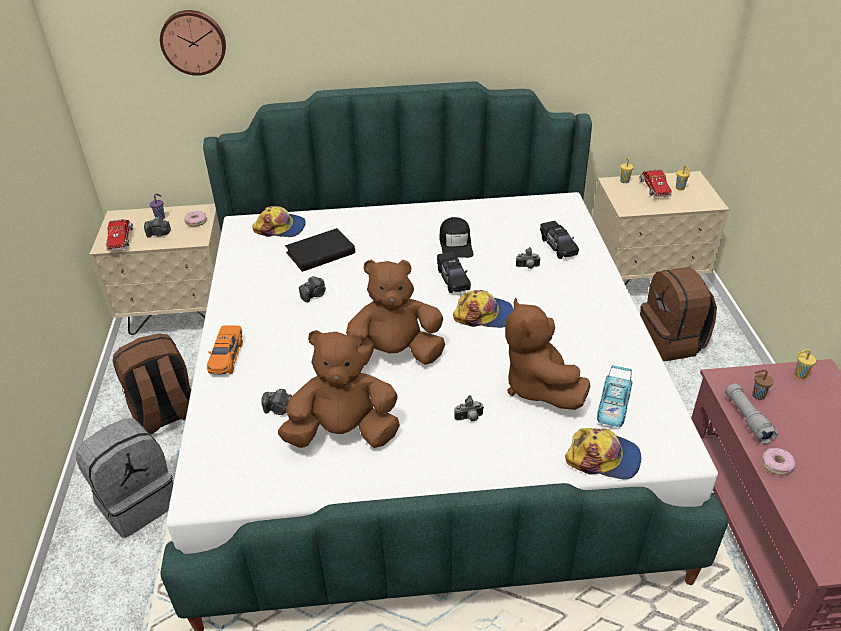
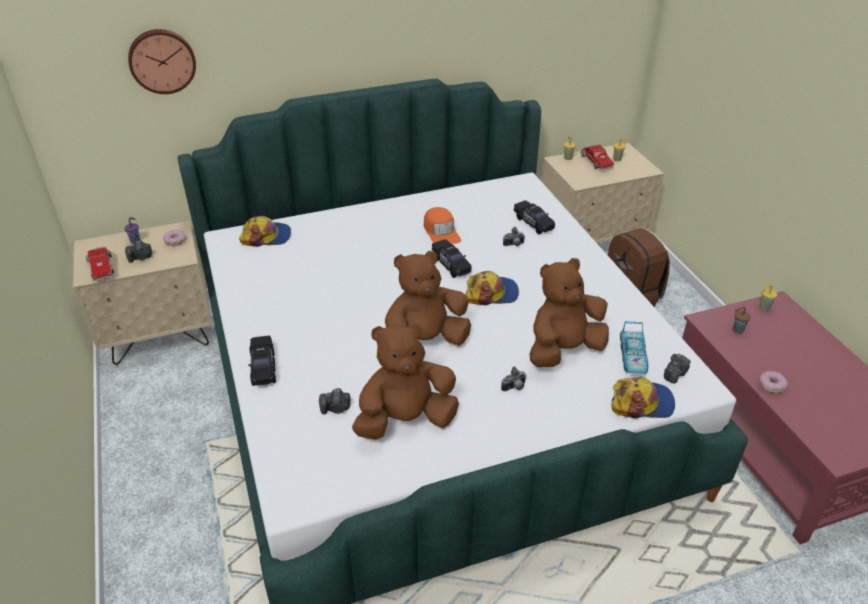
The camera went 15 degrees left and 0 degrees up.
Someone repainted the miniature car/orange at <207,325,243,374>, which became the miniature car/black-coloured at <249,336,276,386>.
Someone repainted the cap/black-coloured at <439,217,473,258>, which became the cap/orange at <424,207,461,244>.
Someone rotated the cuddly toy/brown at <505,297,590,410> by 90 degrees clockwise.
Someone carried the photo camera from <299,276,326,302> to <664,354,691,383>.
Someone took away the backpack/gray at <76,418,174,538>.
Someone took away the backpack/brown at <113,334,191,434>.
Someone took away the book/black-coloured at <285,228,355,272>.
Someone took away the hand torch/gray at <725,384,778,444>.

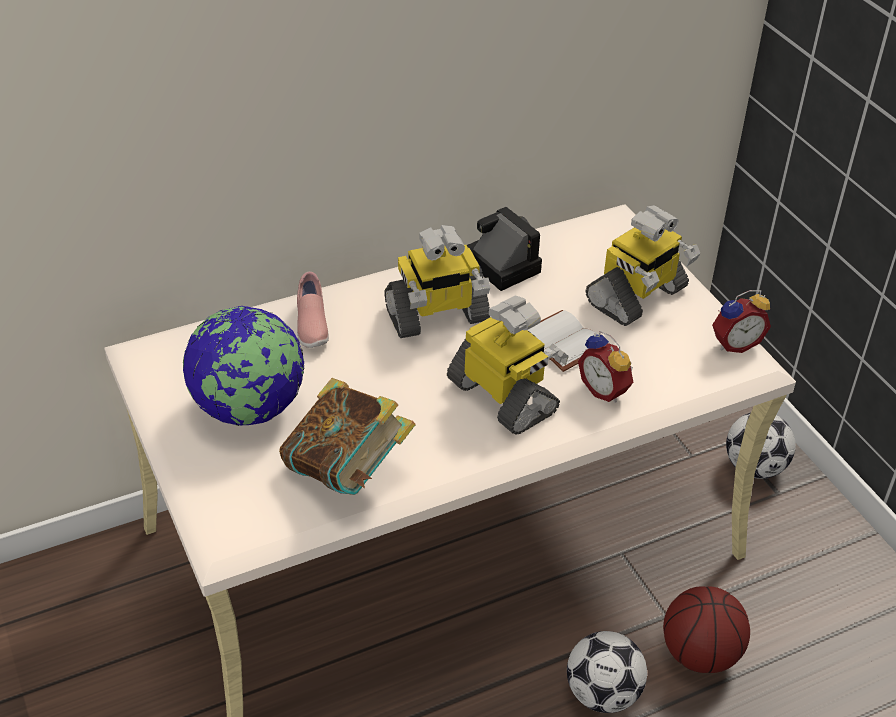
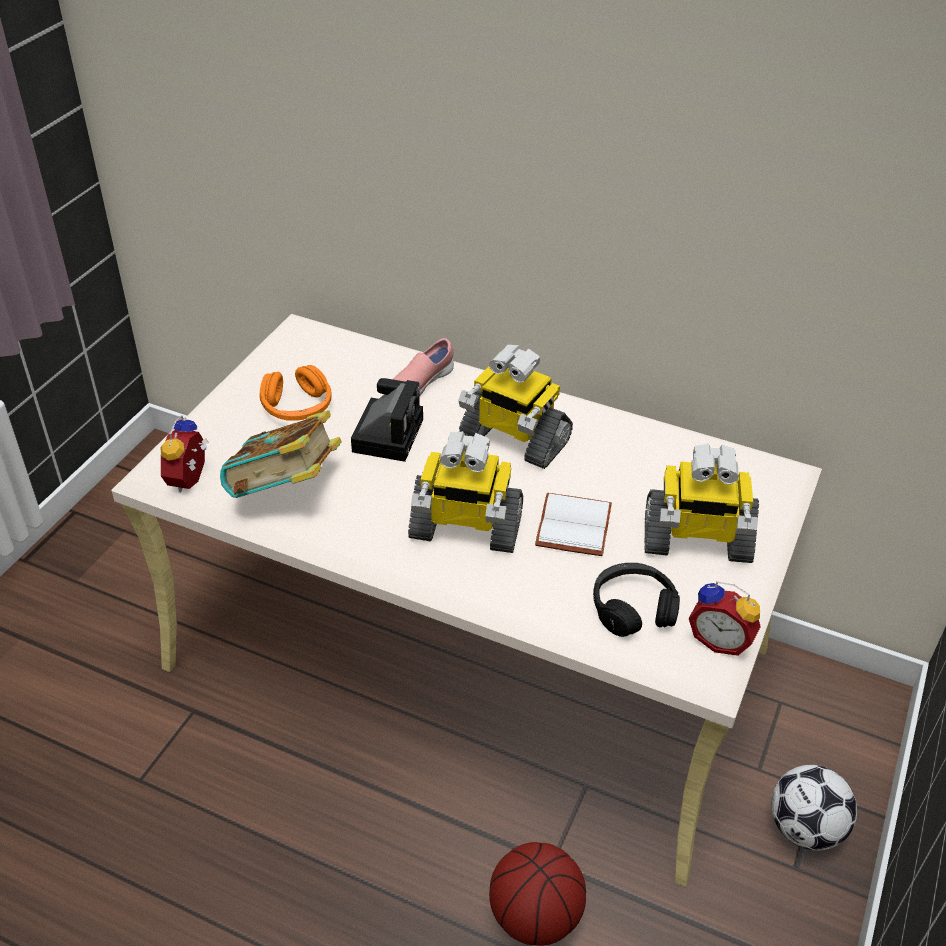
The camera went 50 degrees right and 0 degrees up.
Someone carried the alarm clock from <578,331,634,403> to <160,415,208,493>.
Someone swapped the world globe at <183,306,304,426> for the headset/orange at <260,365,332,421>.
Someone carried the photo camera from <467,207,542,291> to <351,378,423,462>.
Someone rotated the robot figure at <447,296,569,435> by 90 degrees clockwise.
Someone put down the headset/black-coloured at <593,563,680,637>.
Someone took away the ball for football at <567,631,647,713>.

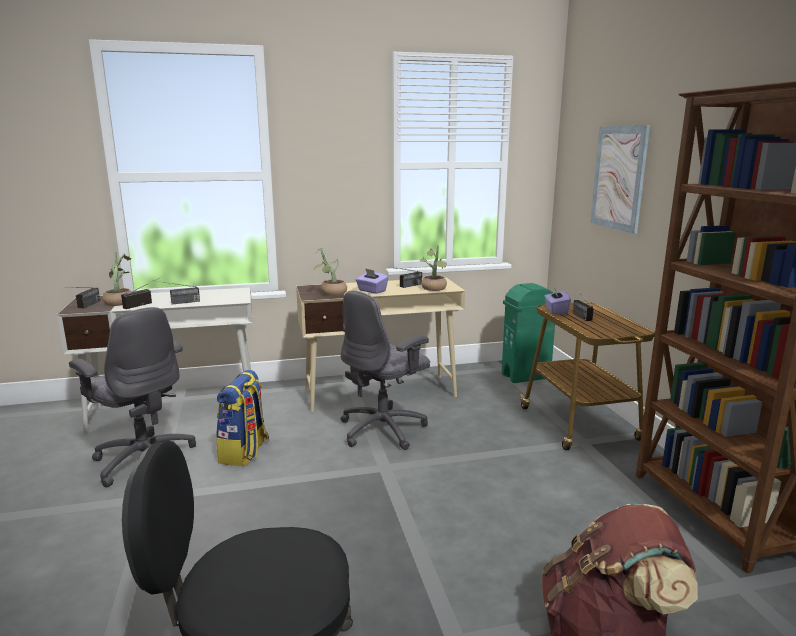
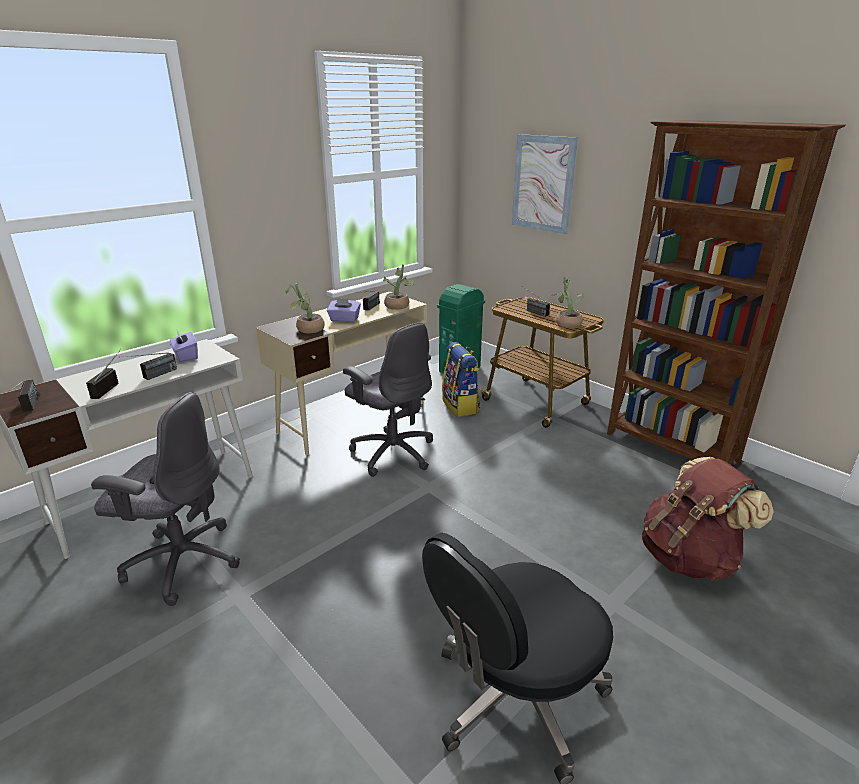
The camera went 30 degrees left and 10 degrees up.
Someone carried the tissue holder/purplish from <544,287,571,314> to <170,329,198,362>.
Someone rotated the computer chair/gray at <340,290,430,450> by 60 degrees counterclockwise.
Someone carried the backpack from <216,370,269,466> to <442,342,480,417>.
Someone carried the potted plant from <103,252,131,306> to <556,277,584,328>.

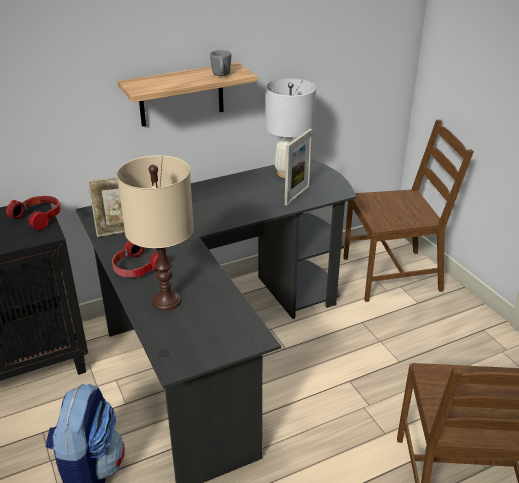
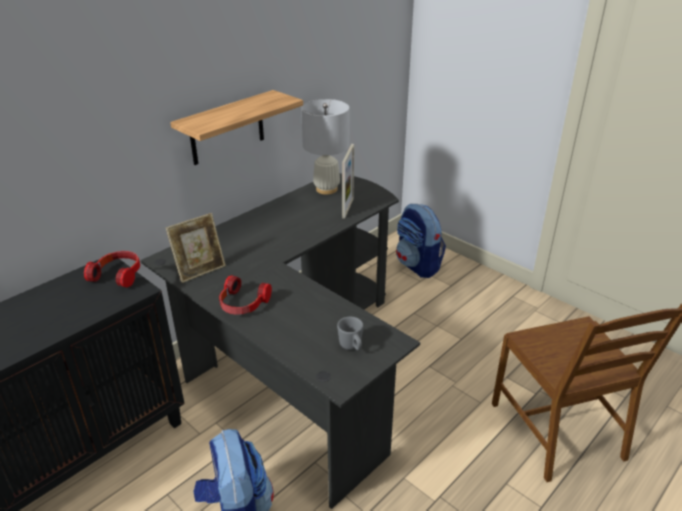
The camera went 20 degrees left and 0 degrees up.
Someone carried the tea mug/gray from <210,50,231,76> to <337,317,363,350>.
Someone swapped the upright chair/brown at <343,120,474,302> for the backpack at <396,204,446,278>.
Someone took away the tabletop lamp/beige-coloured at <117,155,194,311>.

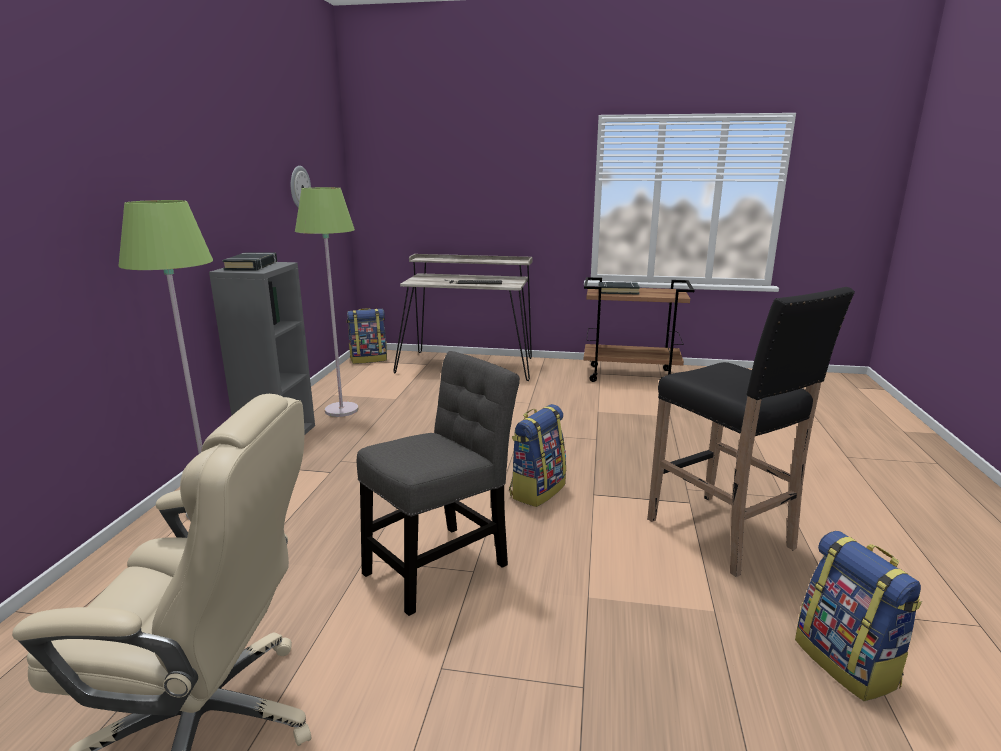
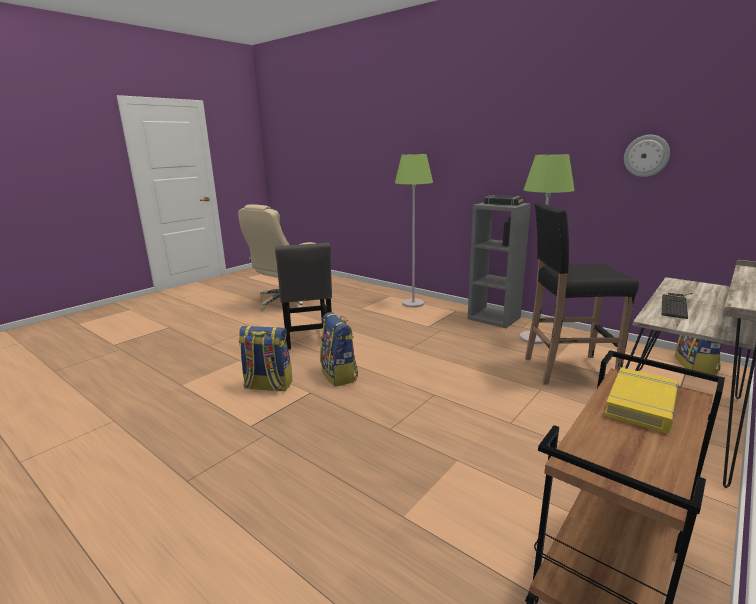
The camera went 120 degrees right and 0 degrees up.
Someone carried the backpack from <795,531,922,701> to <239,326,292,392>.
Someone carried the stool seat/black-coloured from <647,287,855,577> to <525,202,639,385>.
Someone repainted the book/black-coloured at <599,281,640,294>, which became the book/yellow-coloured at <604,367,679,433>.

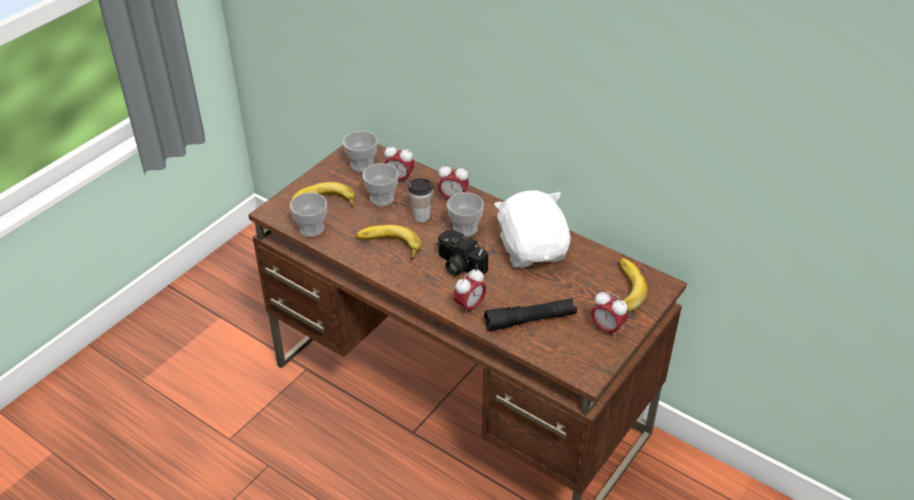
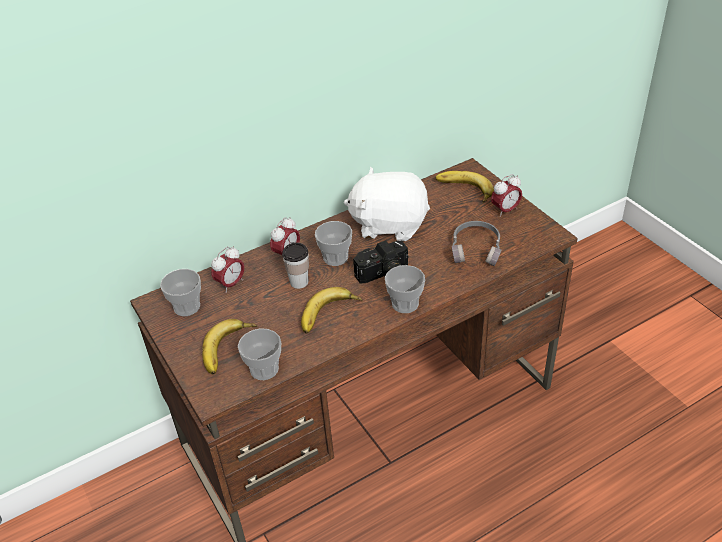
The camera went 65 degrees left and 0 degrees up.
Someone carried the cup from <363,163,398,206> to <385,265,425,313>.
Someone swapped the hand torch/black-coloured at <484,298,577,331> for the headset/gray at <452,221,501,266>.
Someone took away the alarm clock at <453,269,486,316>.

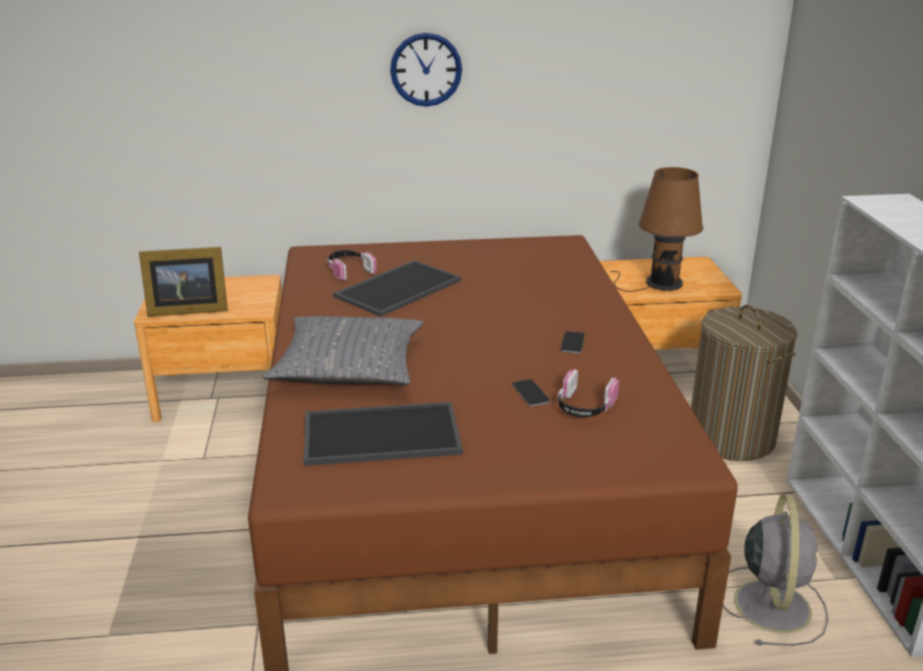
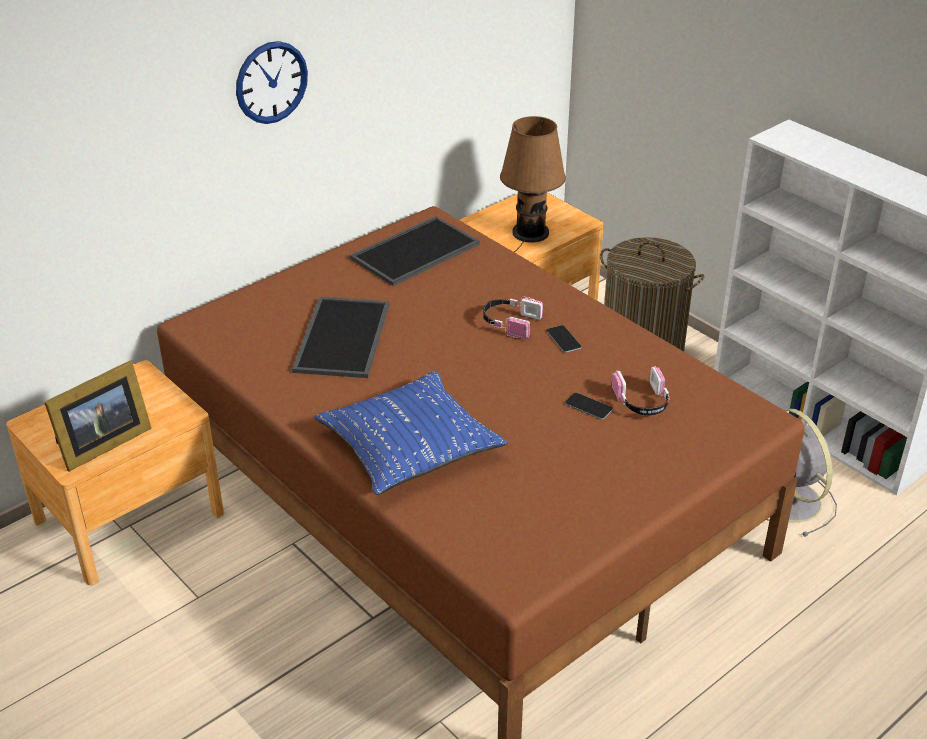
The camera went 35 degrees left and 10 degrees up.
Someone repainted the throw pillow/gray at <262,316,424,385>, which became the throw pillow/blue at <314,371,508,495>.
Someone carried the serving tray from <304,402,463,466> to <350,216,480,286>.
Someone carried the headset from <327,250,377,281> to <483,296,543,339>.

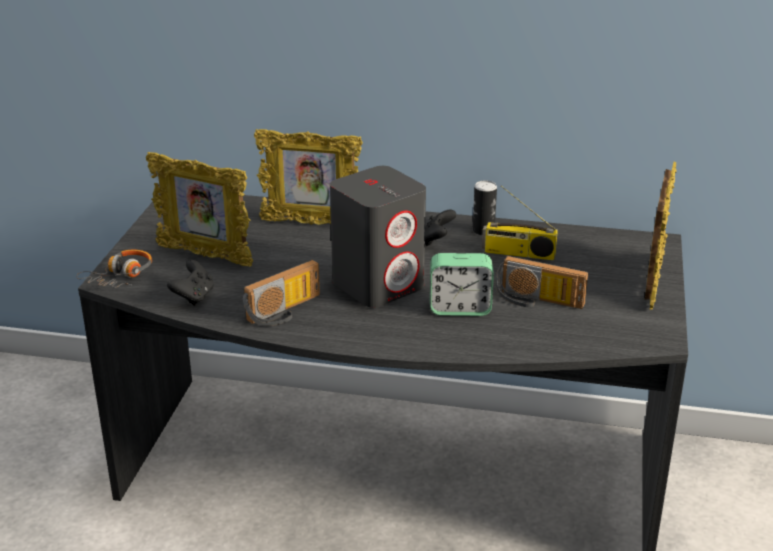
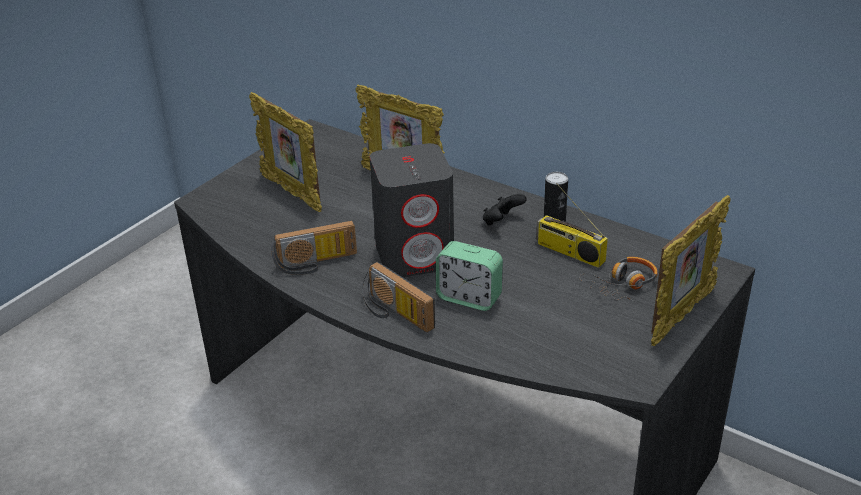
The camera went 25 degrees right and 5 degrees up.
Someone carried the radio set from <495,256,588,309> to <362,262,435,332>.
Someone carried the headset from <76,250,152,288> to <579,257,657,301>.
Someone took away the gamepad/black-coloured at <167,260,214,306>.

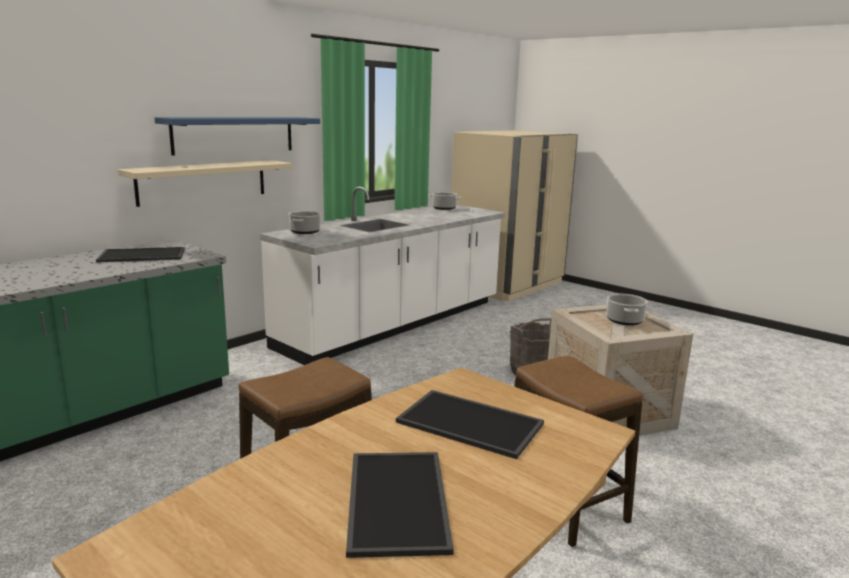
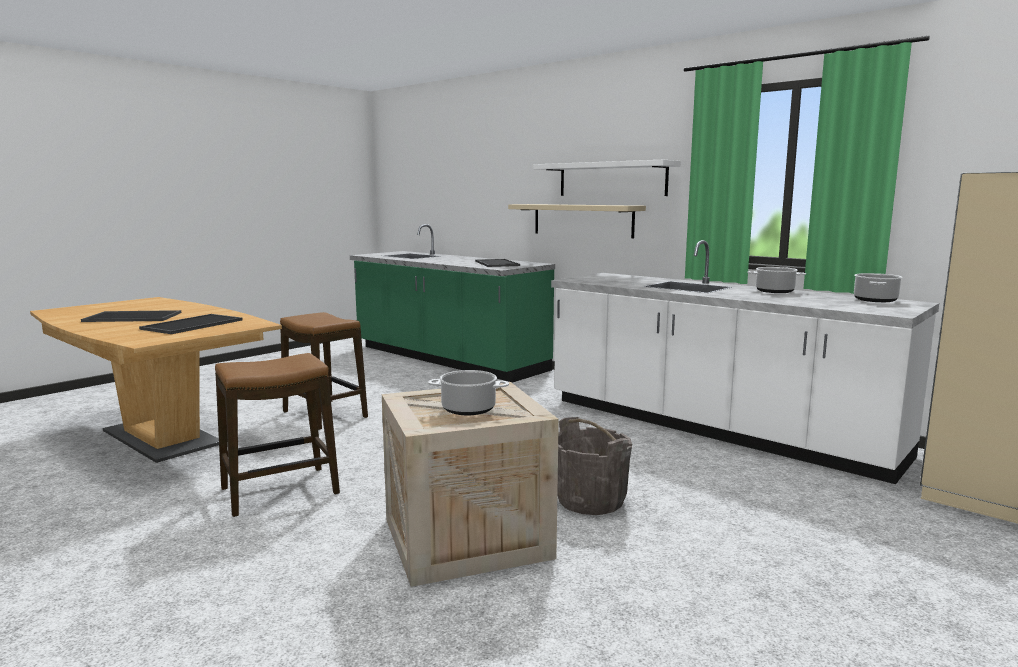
The camera went 90 degrees right and 5 degrees down.
Someone repainted the wall shelf/blue at <155,117,320,156>, which became the wall shelf/white-coloured at <533,160,681,196>.
Someone carried the saucepot from <288,211,321,234> to <747,267,806,293>.

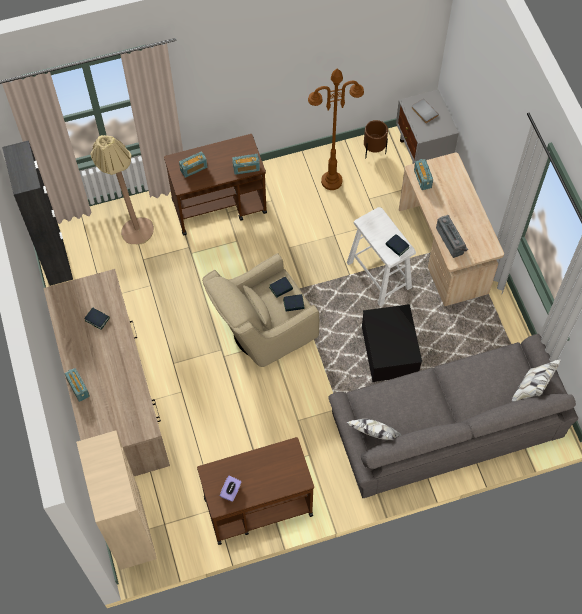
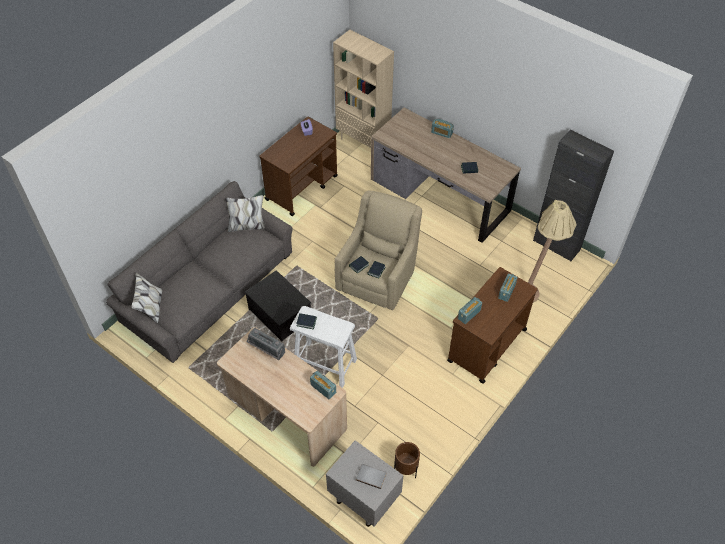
The camera went 145 degrees right and 10 degrees down.
Someone took away the floor lamp/brown at <308,69,364,190>.

